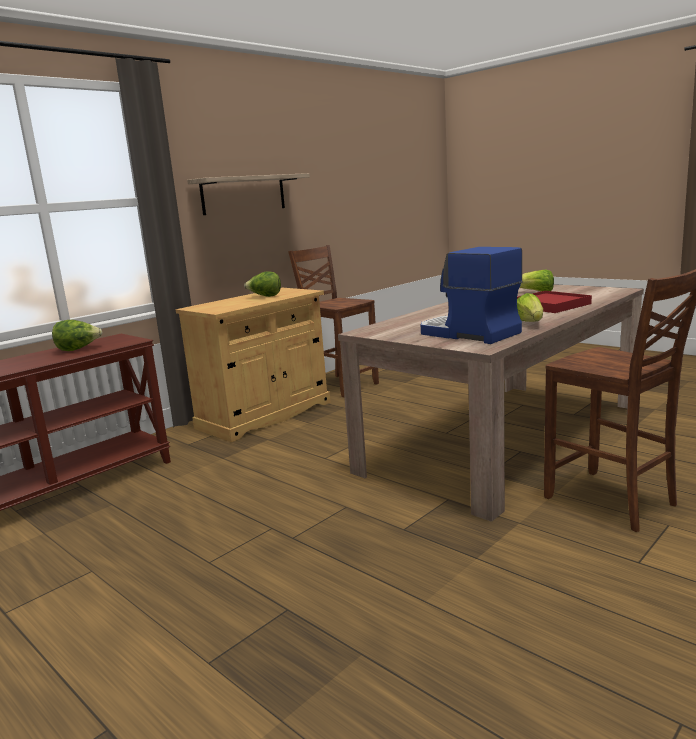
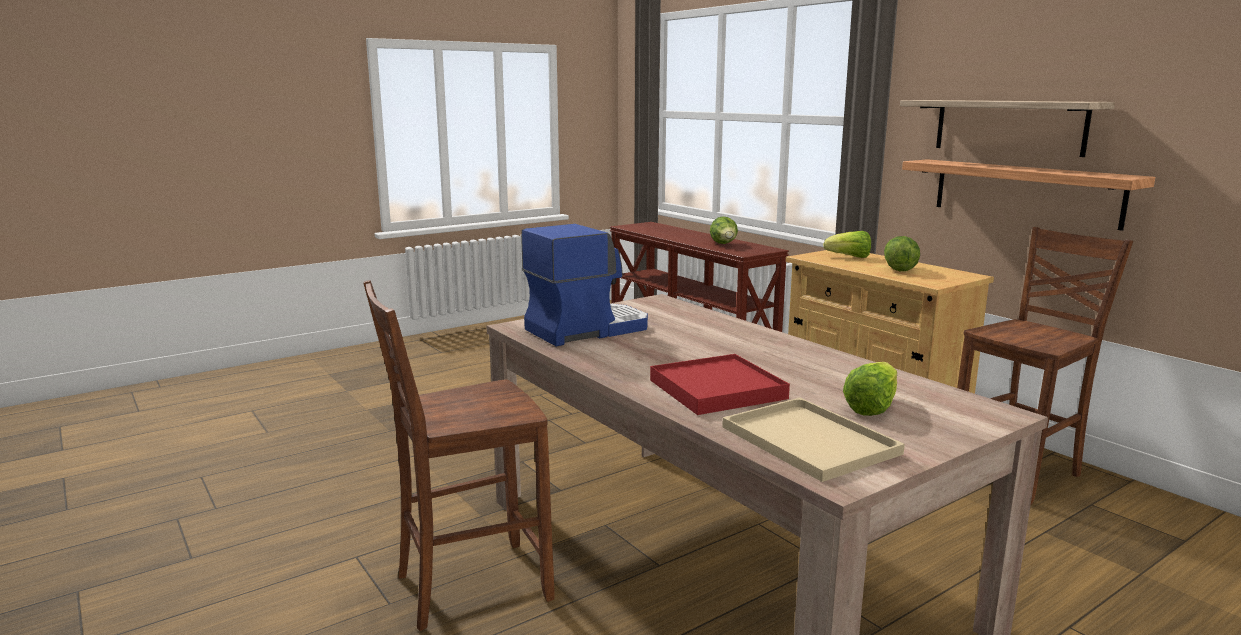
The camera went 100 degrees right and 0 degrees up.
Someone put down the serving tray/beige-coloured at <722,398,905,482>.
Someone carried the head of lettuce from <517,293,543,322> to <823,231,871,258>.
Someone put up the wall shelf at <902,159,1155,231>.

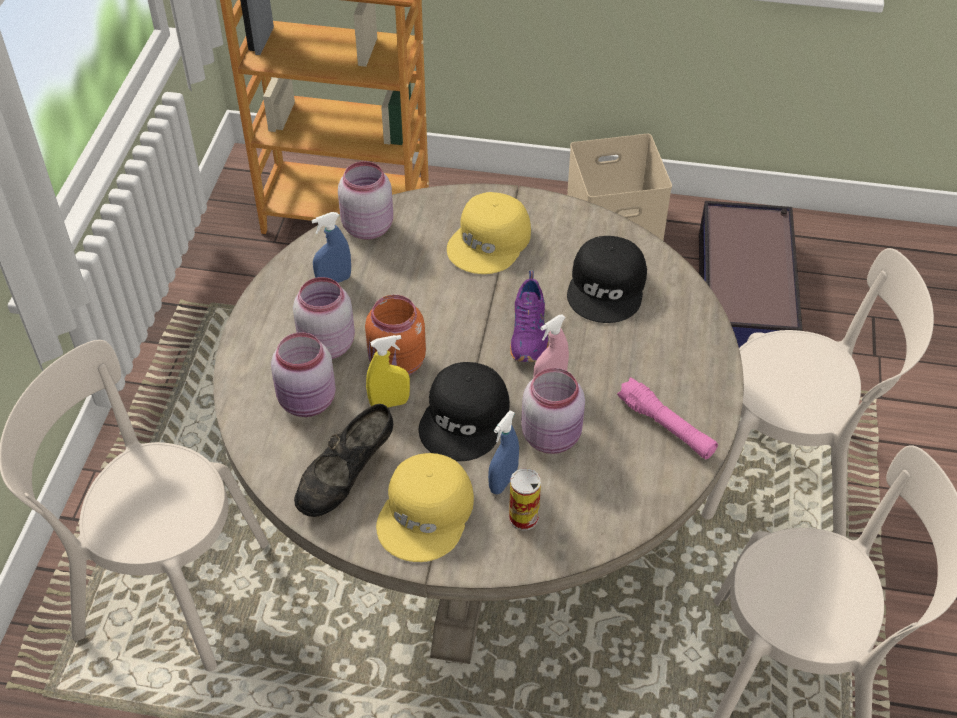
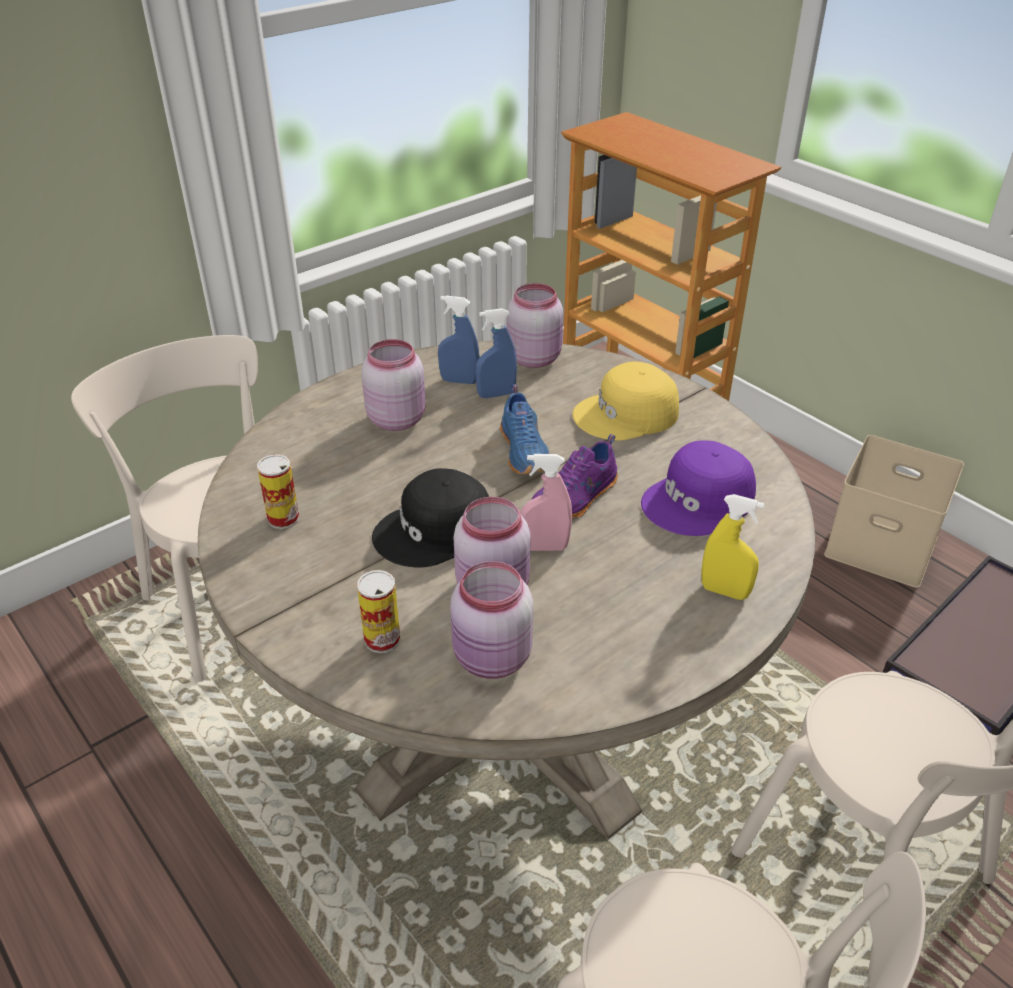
The camera went 40 degrees right and 10 degrees down.
Someone swapped the item of footwear/black-coloured at <294,404,393,517> for the metal can at <257,454,300,529>.
Someone carried the preserve jar/pinkish from <271,332,336,417> to <450,561,533,679>.
Someone carried the hand sprayer/blue from <488,410,519,494> to <475,308,517,398>.
Someone put down the item of footwear/blue at <500,384,549,475>.
Someone repainted the cap/black-coloured at <567,236,647,323>, which became the cap/purplish at <641,441,756,536>.
Someone carried the hand sprayer/yellow-coloured from <366,335,410,407> to <702,494,765,600>.
Someone took away the preserve jar/orange at <365,295,426,375>.
Someone took away the cap/yellow-coloured at <376,453,474,562>.
Someone took away the hand torch/pinkish at <617,377,718,459>.

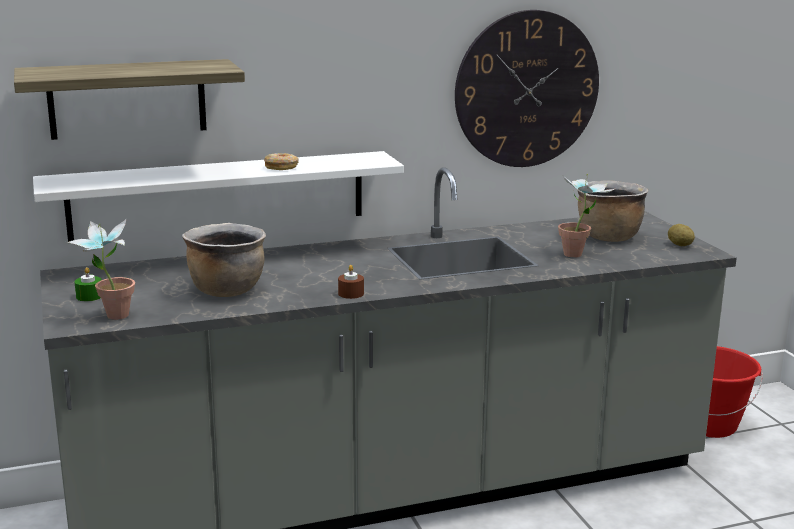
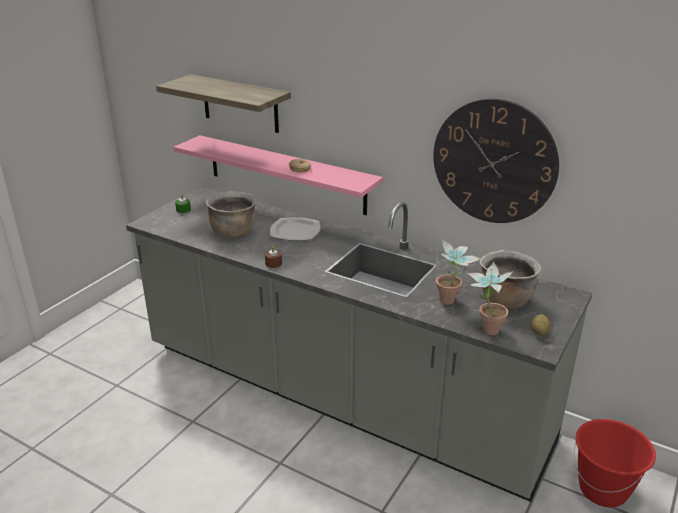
The camera went 50 degrees right and 10 degrees up.
Someone repainted the wall shelf/white-coloured at <33,151,404,242>, which became the wall shelf/pinkish at <173,135,383,215>.
Someone put down the flat dish at <270,217,321,241>.
Someone carried the potted plant from <67,219,135,320> to <467,261,513,335>.

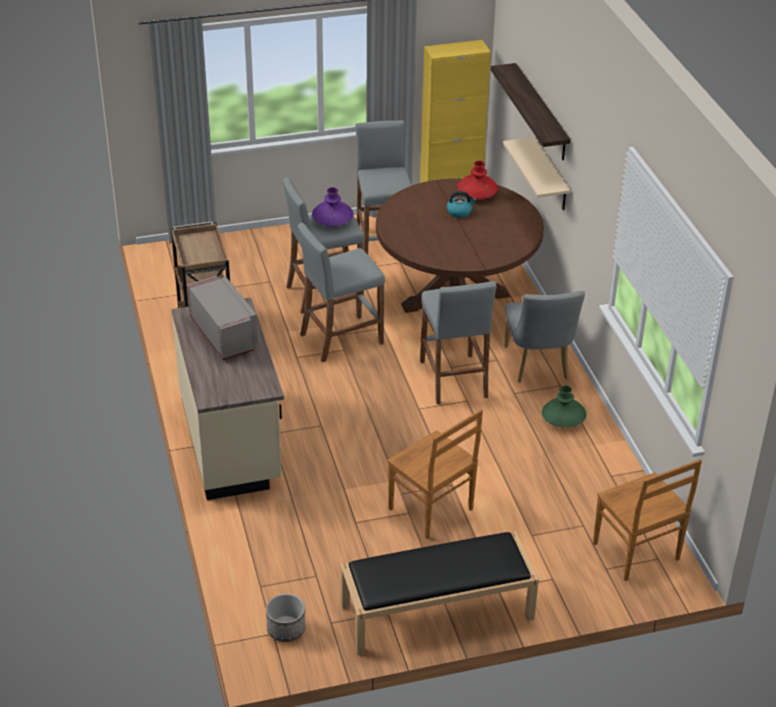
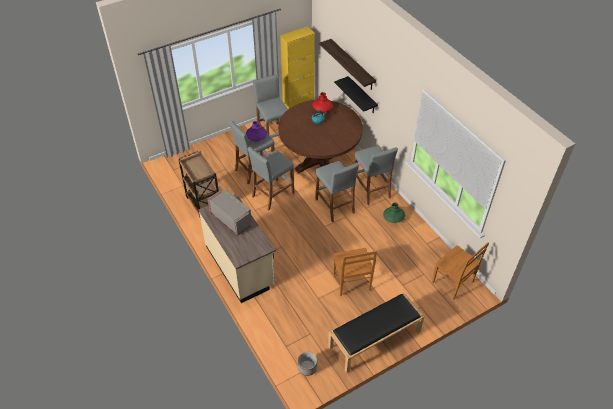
The camera went 15 degrees left and 10 degrees up.
Someone rotated the upright chair/brown at <387,409,483,539> by 45 degrees clockwise.
Someone repainted the wall shelf/beige-coloured at <503,137,571,210>, which became the wall shelf/black-coloured at <334,76,378,113>.
Someone swapped the upright chair/gray at <504,291,585,383> for the stool seat/gray at <355,146,398,205>.

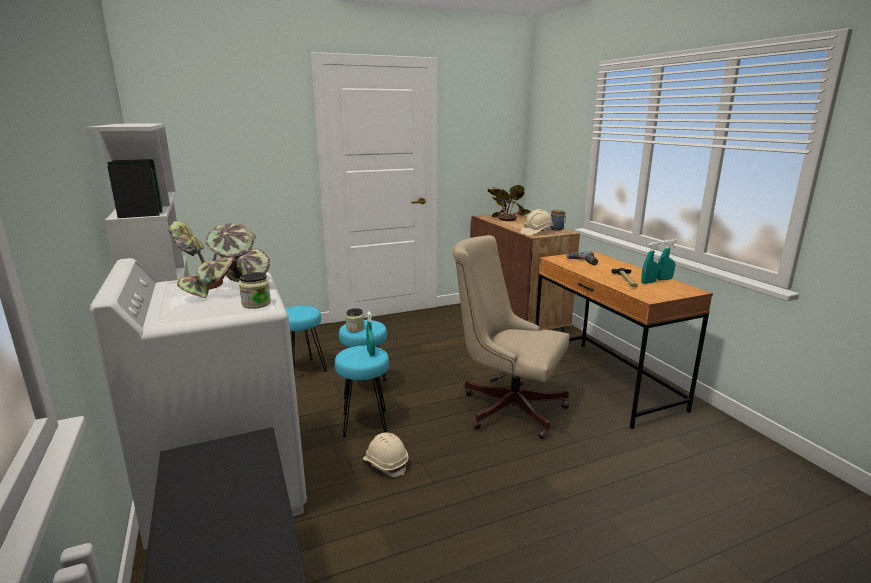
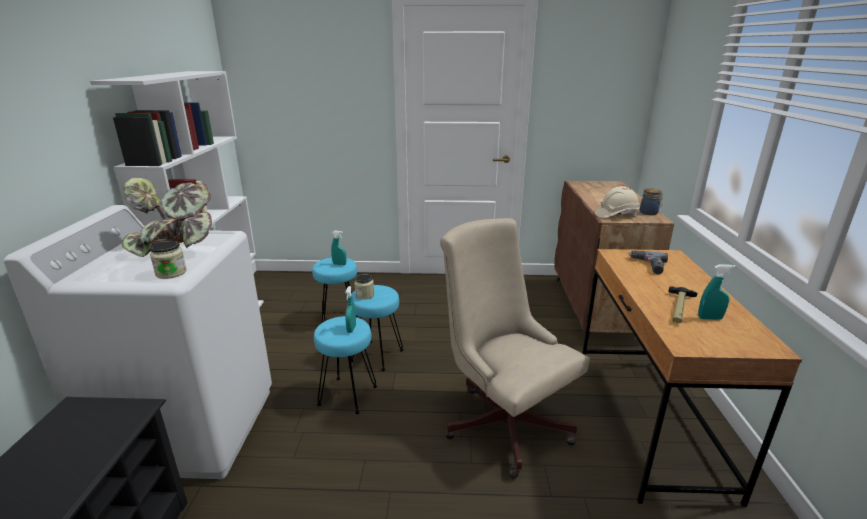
The camera went 25 degrees right and 5 degrees up.
Someone carried the hand sprayer/turquoise from <657,239,677,280> to <331,230,346,266>.
Someone took away the hard hat/beige-coloured at <363,432,408,477>.
Someone took away the potted plant at <488,185,531,221>.

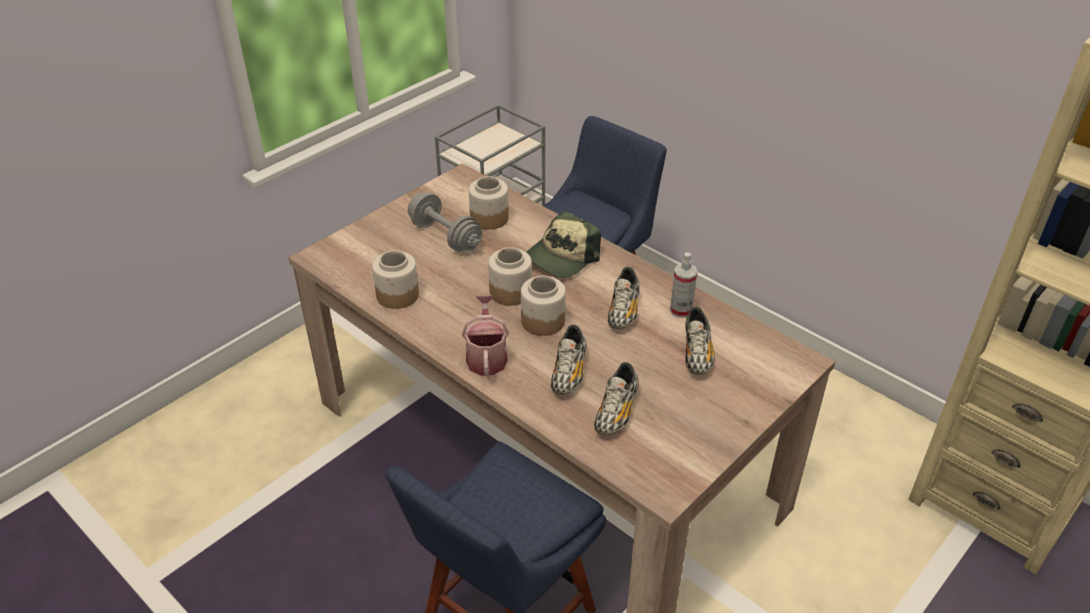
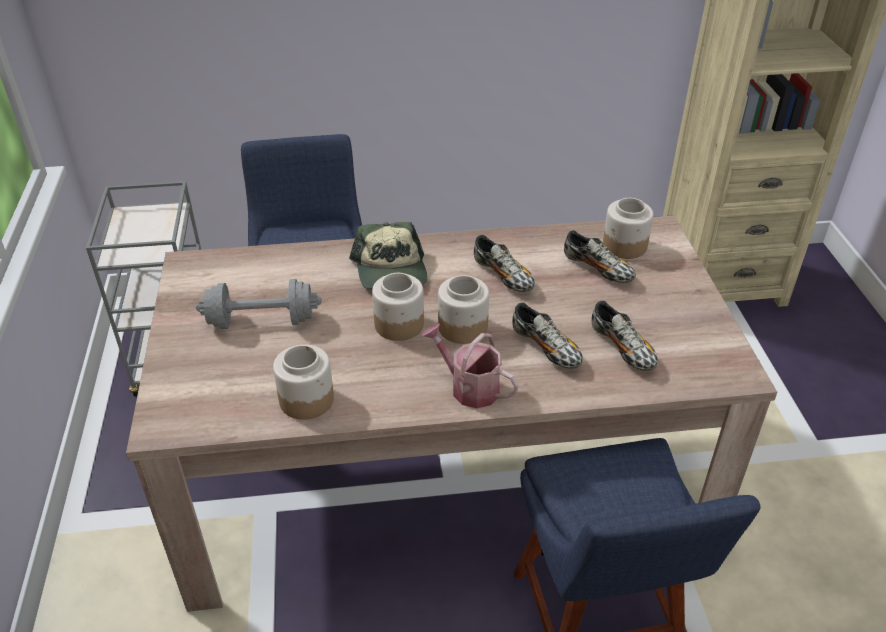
The camera went 50 degrees left and 0 degrees up.
Someone carried the preserve jar from <469,176,509,230> to <603,198,653,259>.
Someone took away the hand sprayer at <670,252,698,318>.

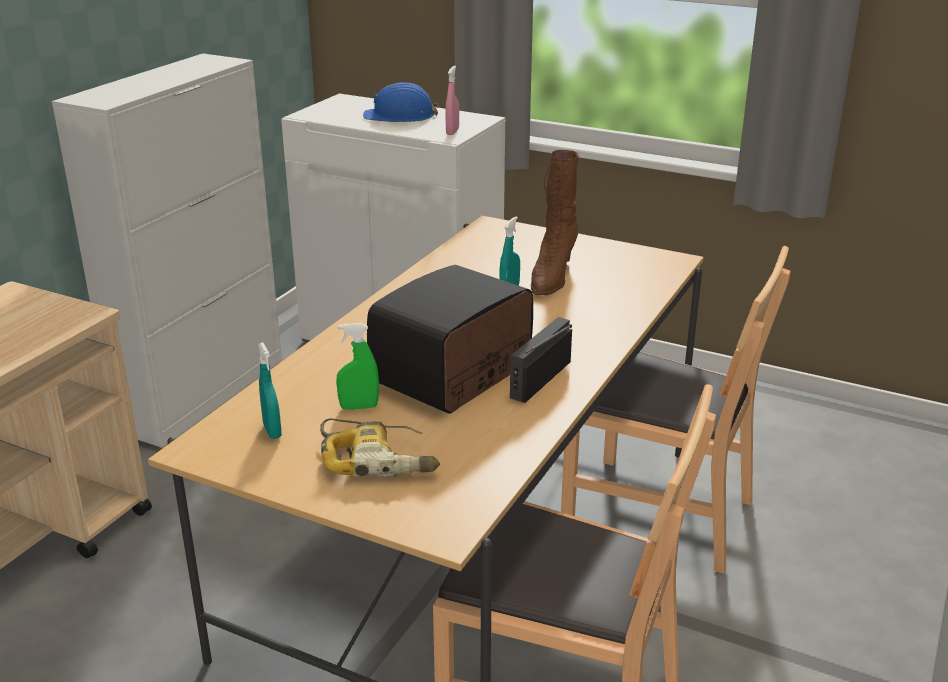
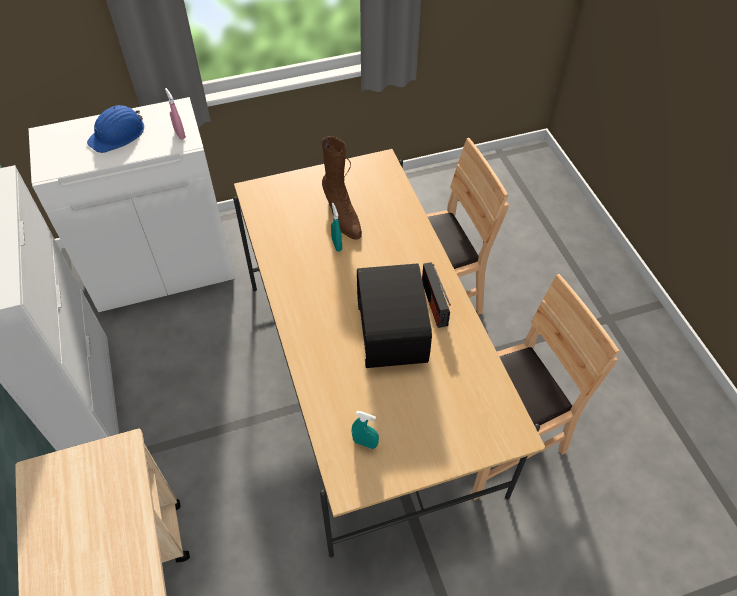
The camera went 45 degrees left and 25 degrees up.
Someone took away the power drill at <320,418,440,477>.
Someone took away the hand sprayer/green-coloured at <336,323,379,410>.

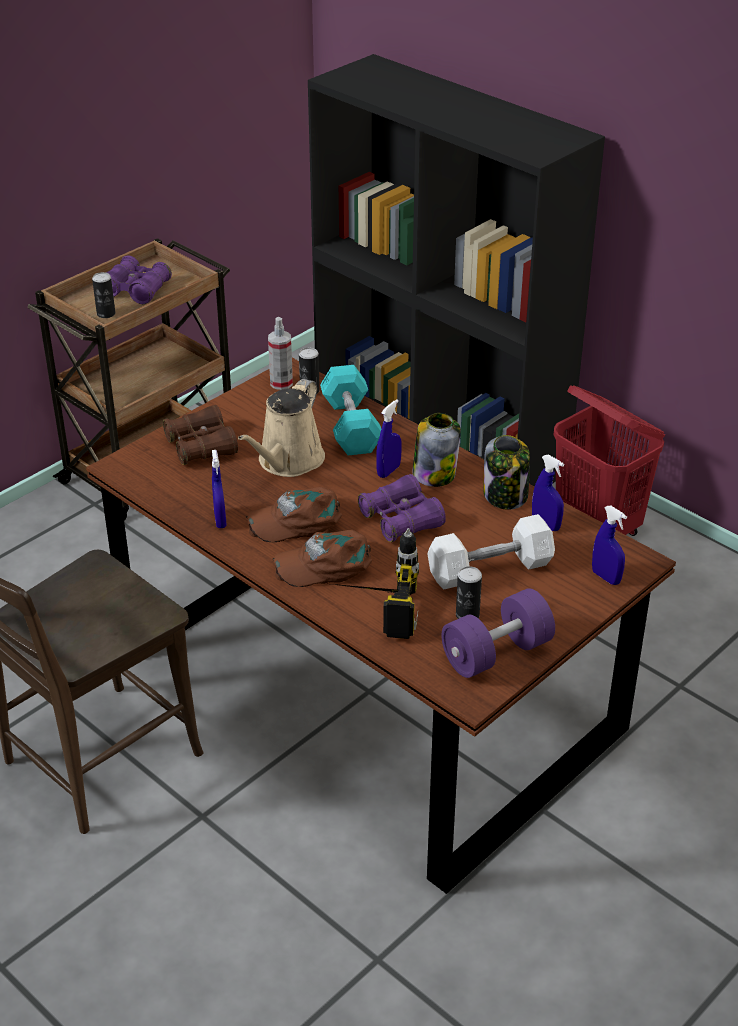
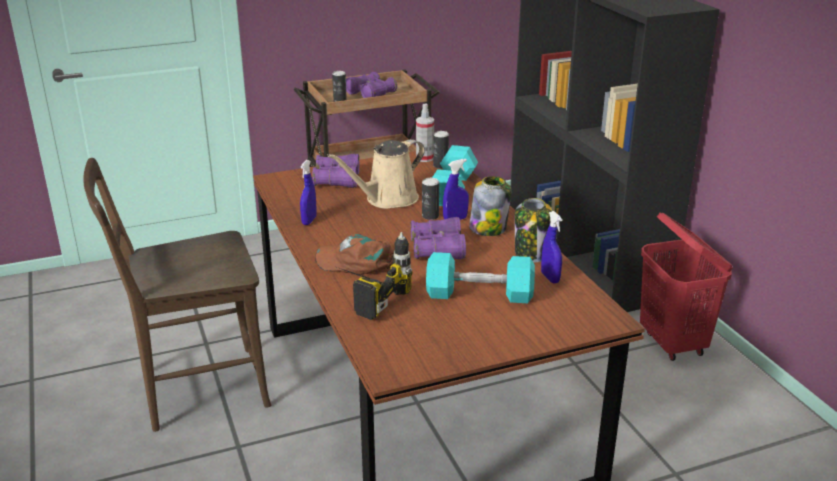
The camera went 25 degrees right and 10 degrees down.
Someone repainted the pair of binoculars/brown at <163,405,238,465>, which became the pair of binoculars/purplish at <312,154,359,188>.
Someone carried the metal can from <456,566,482,619> to <422,178,439,220>.
Someone repainted the dumbbell/white-coloured at <427,514,555,590>, which became the dumbbell/turquoise at <426,252,535,303>.
Someone took away the cap/brown at <246,487,342,542>.
Someone took away the dumbbell/purplish at <441,588,555,678>.
Someone took away the hand sprayer/blue at <592,506,627,585>.

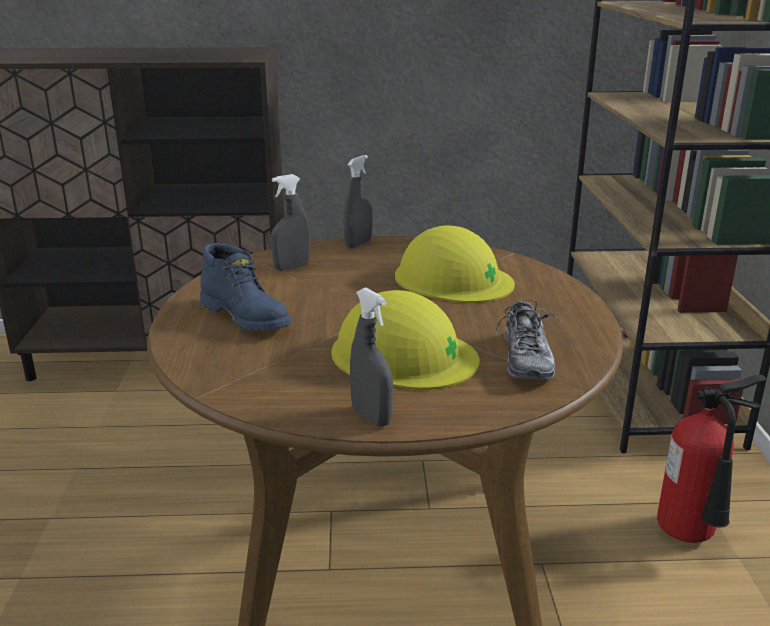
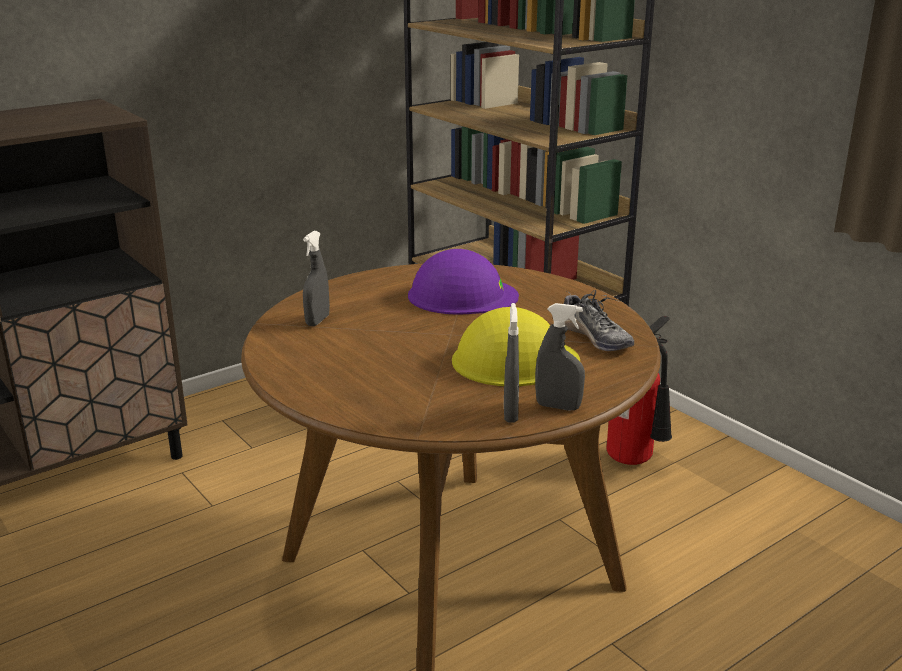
The camera went 35 degrees left and 0 degrees up.
Someone repainted the hard hat/yellow-coloured at <395,225,515,303>, which became the hard hat/purplish at <408,249,519,315>.
Someone carried the hand sprayer/gray from <343,155,372,249> to <504,303,519,423>.
Someone took away the high-top boot/blue at <200,243,291,331>.

